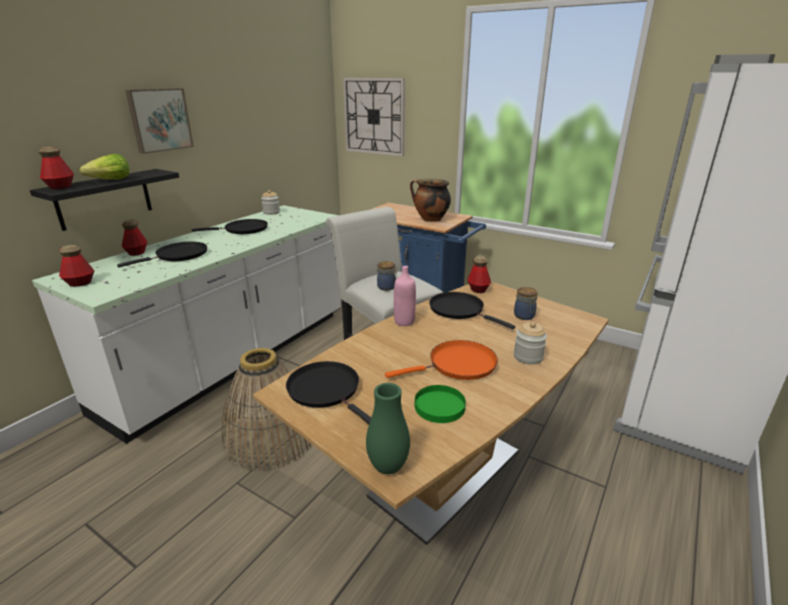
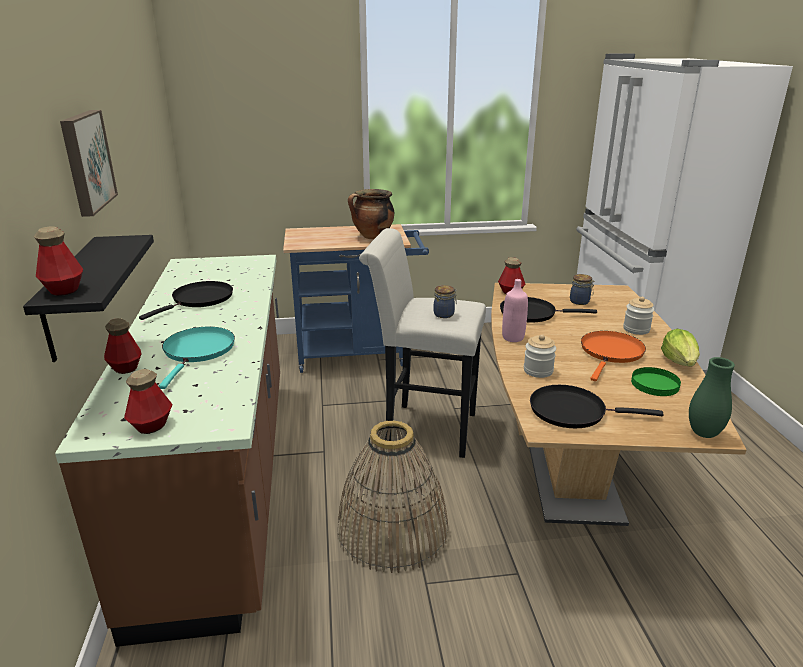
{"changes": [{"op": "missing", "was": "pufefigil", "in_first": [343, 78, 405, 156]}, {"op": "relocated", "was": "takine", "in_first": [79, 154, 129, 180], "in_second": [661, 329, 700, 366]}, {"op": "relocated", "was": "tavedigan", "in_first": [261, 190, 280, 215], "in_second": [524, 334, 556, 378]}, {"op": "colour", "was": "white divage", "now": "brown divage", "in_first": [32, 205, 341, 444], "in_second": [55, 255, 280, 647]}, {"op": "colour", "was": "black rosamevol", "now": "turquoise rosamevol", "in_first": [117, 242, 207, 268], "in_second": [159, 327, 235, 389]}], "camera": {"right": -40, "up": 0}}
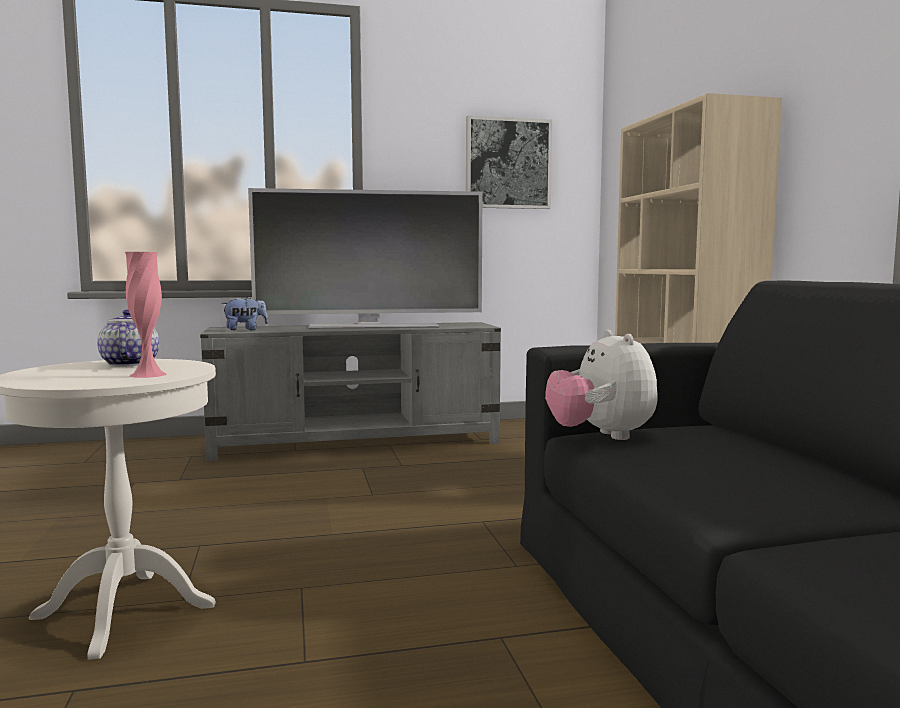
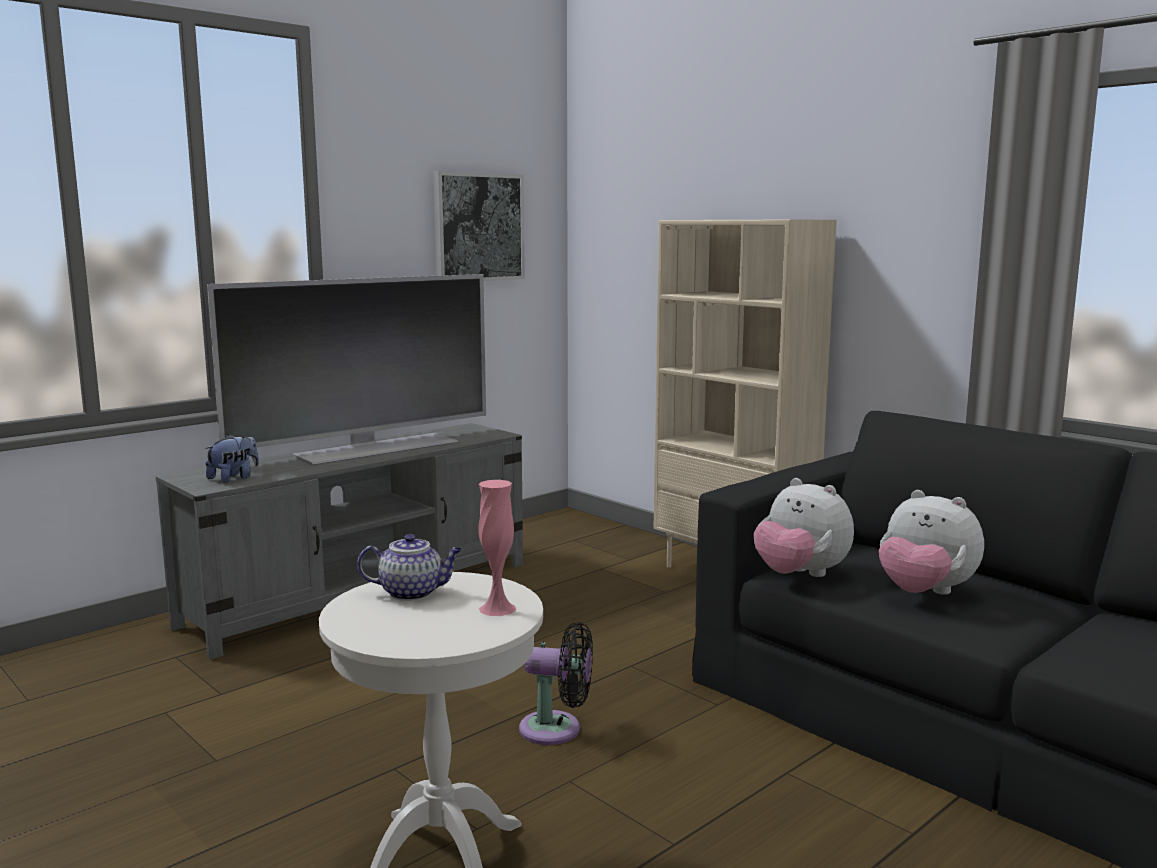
{"changes": [{"op": "appeared", "now": "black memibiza", "in_second": [519, 622, 593, 745]}, {"op": "appeared", "now": "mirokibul", "in_second": [879, 490, 984, 595]}, {"op": "spun", "was": "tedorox", "in_first": [97, 310, 159, 366], "in_second": [357, 534, 463, 601], "clockwise": 135}], "camera": {"right": -30, "up": 5}}
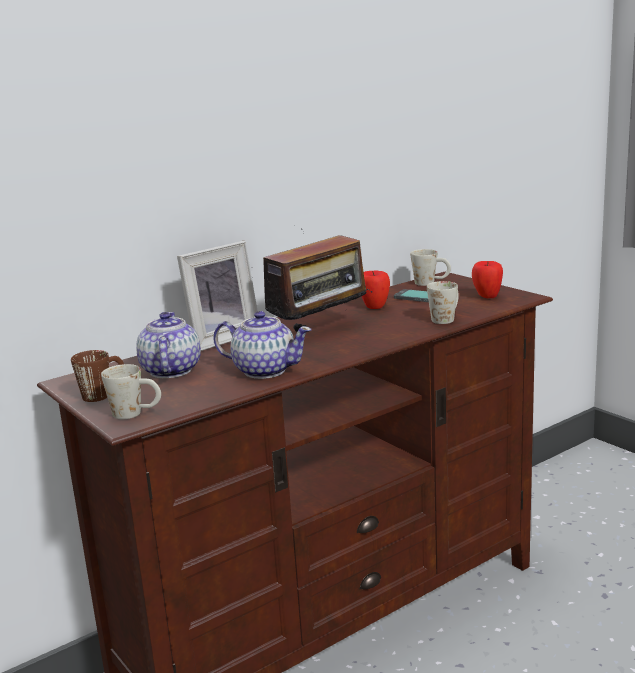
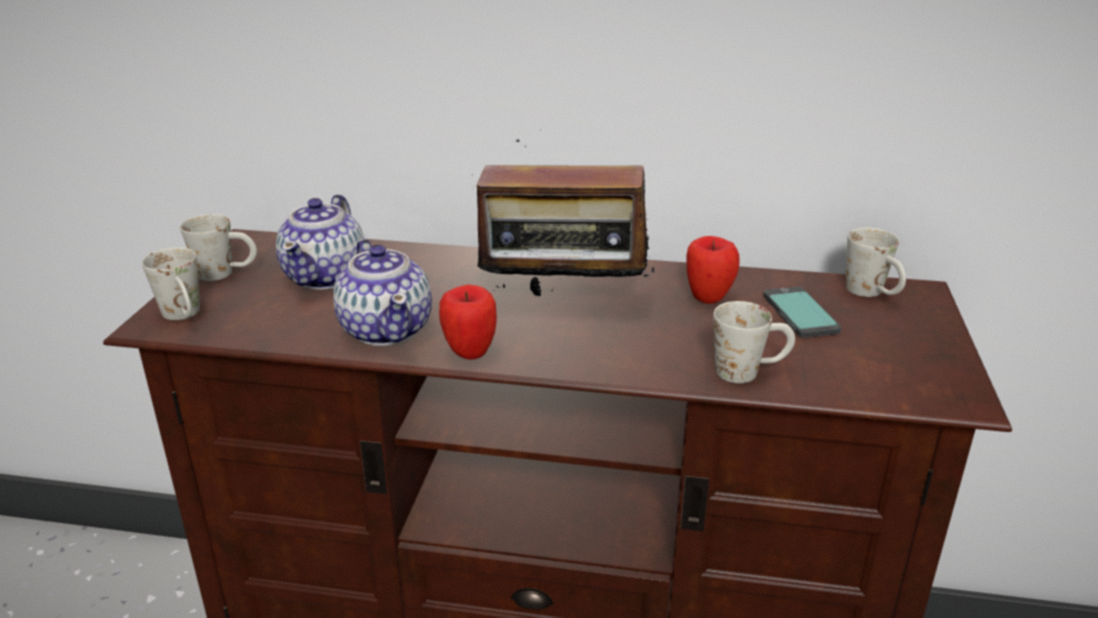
{"changes": [{"op": "missing", "was": "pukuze", "in_first": [177, 241, 258, 351]}, {"op": "relocated", "was": "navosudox", "in_first": [472, 261, 503, 298], "in_second": [439, 285, 497, 360]}, {"op": "colour", "was": "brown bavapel", "now": "white bavapel", "in_first": [71, 350, 124, 402], "in_second": [180, 214, 257, 281]}, {"op": "spun", "was": "tedorox", "in_first": [136, 312, 201, 378], "in_second": [276, 194, 364, 290], "clockwise": 150}], "camera": {"right": 45, "up": 10}}
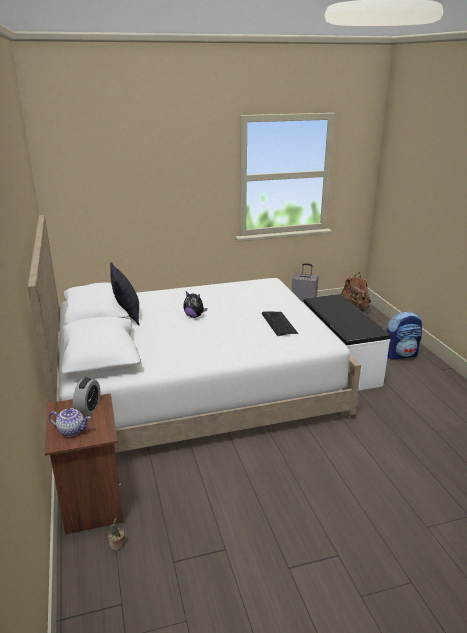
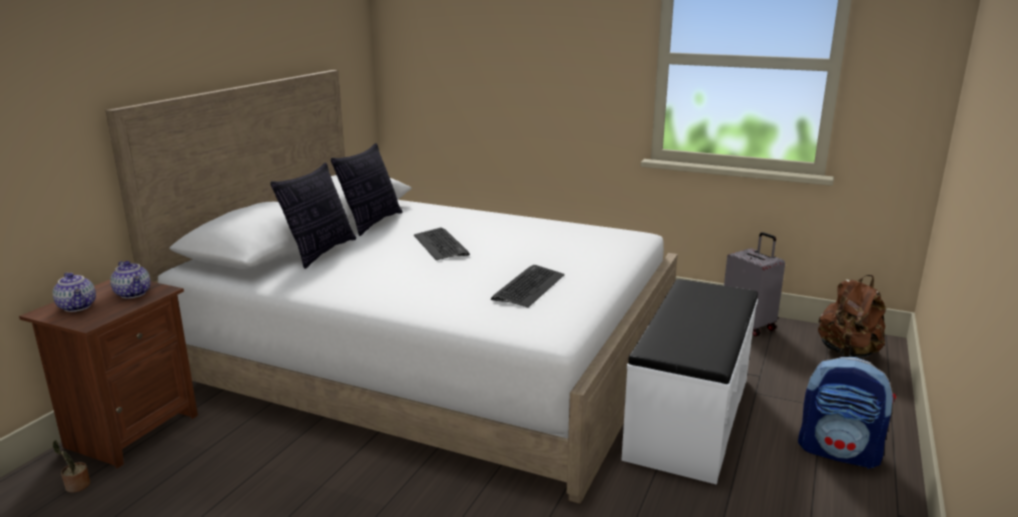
{"changes": [{"op": "appeared", "now": "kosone", "in_second": [270, 163, 356, 269]}, {"op": "exchanged", "was": "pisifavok", "now": "tedorox", "in_first": [73, 378, 100, 416], "in_second": [110, 261, 151, 299]}, {"op": "exchanged", "was": "mirokibul", "now": "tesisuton", "in_first": [183, 292, 207, 318], "in_second": [414, 228, 470, 260]}], "camera": {"right": 40, "up": -5}}
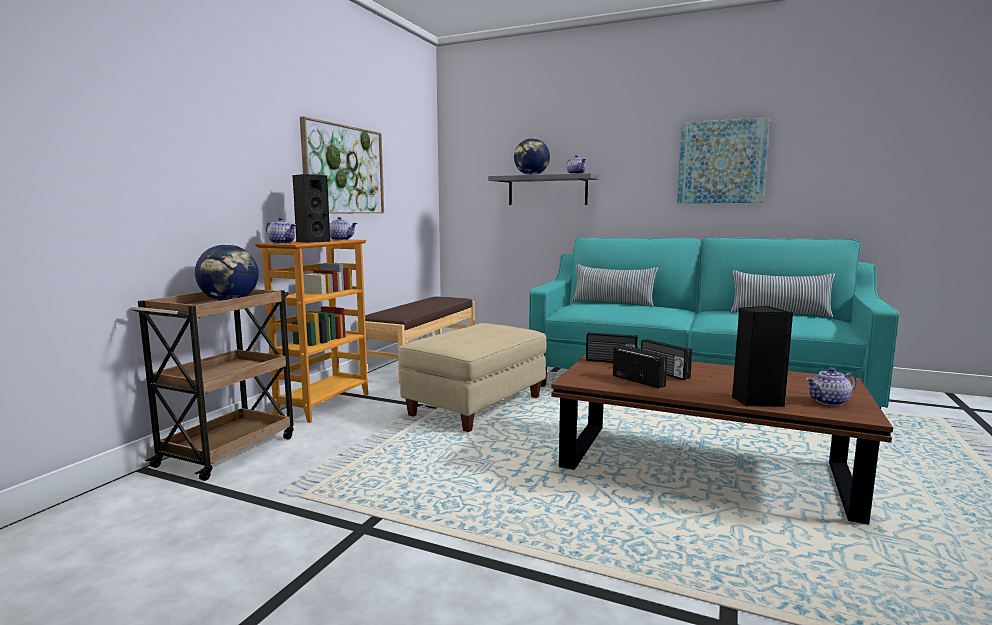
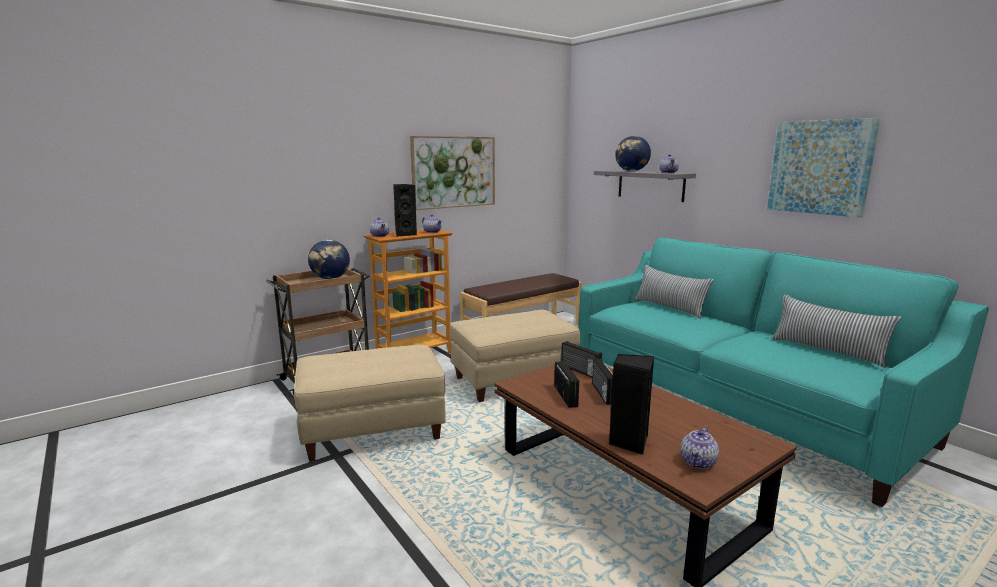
{"changes": [{"op": "appeared", "now": "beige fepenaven", "in_second": [294, 345, 446, 462]}, {"op": "spun", "was": "tedorox", "in_first": [806, 368, 856, 406], "in_second": [681, 426, 719, 469], "clockwise": -75}], "camera": {"right": 30, "up": 5}}
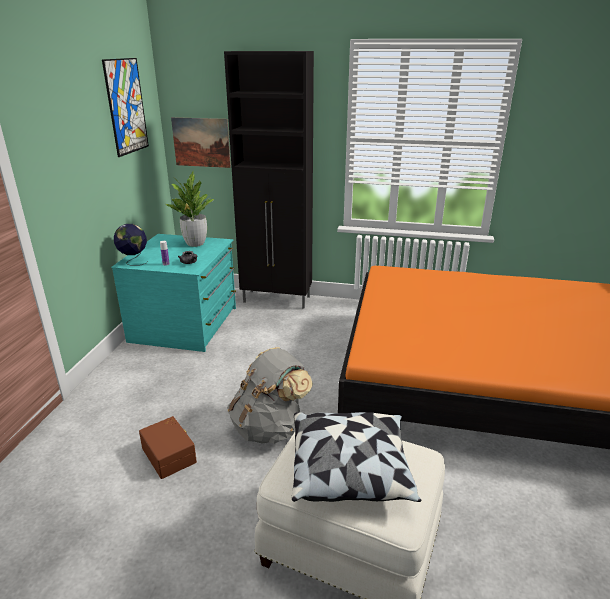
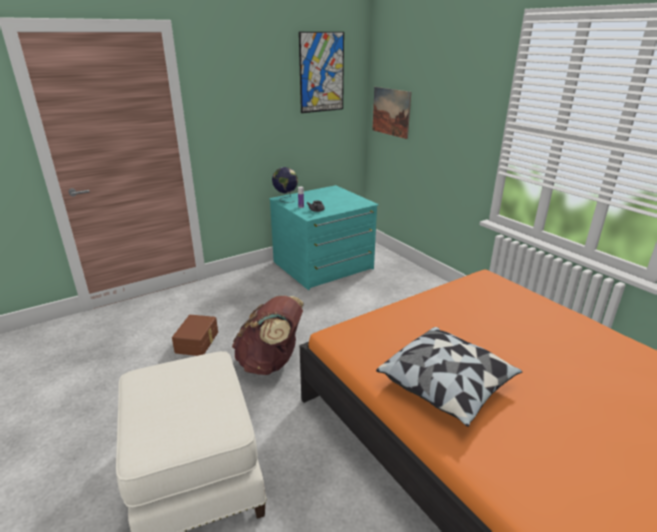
{"changes": [{"op": "missing", "was": "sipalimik", "in_first": [166, 171, 214, 247]}, {"op": "missing", "was": "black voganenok", "in_first": [224, 51, 314, 309]}, {"op": "relocated", "was": "kosone", "in_first": [292, 412, 421, 502], "in_second": [376, 327, 522, 427]}, {"op": "colour", "was": "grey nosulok", "now": "brown nosulok", "in_first": [227, 347, 313, 444], "in_second": [232, 295, 304, 375]}], "camera": {"right": 45, "up": 0}}
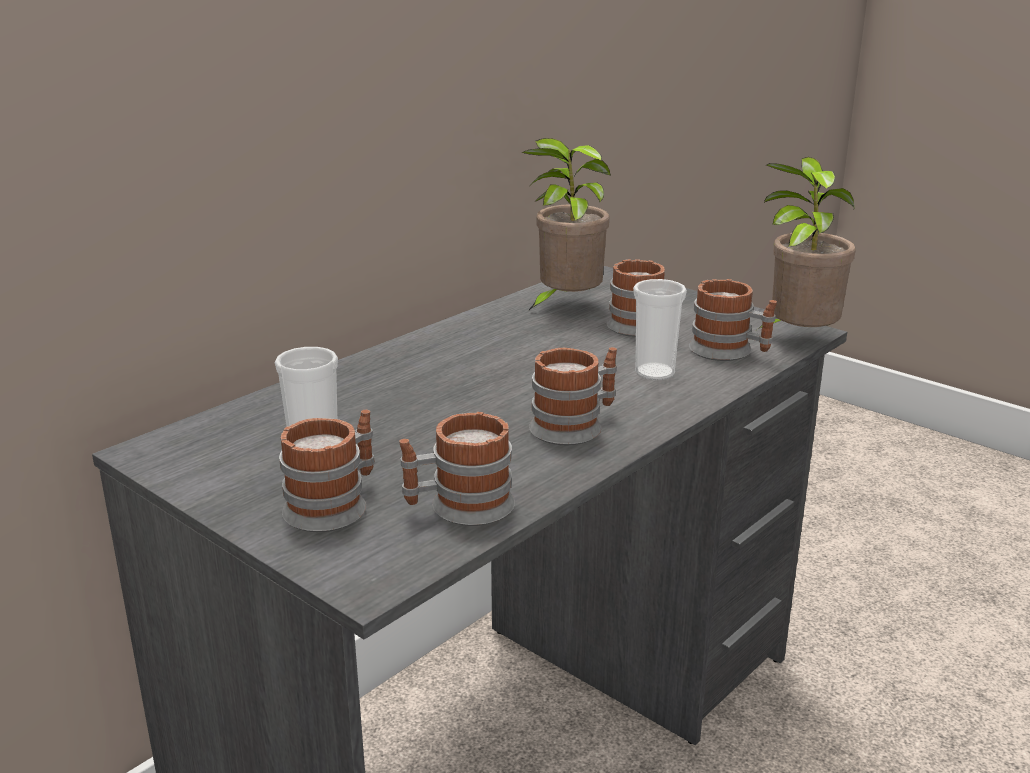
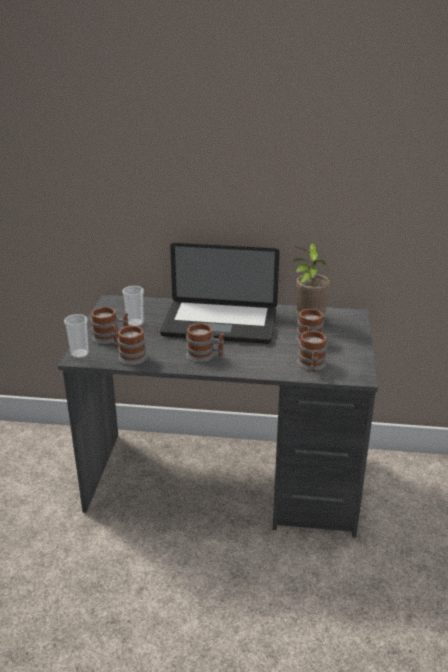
{"changes": [{"op": "missing", "was": "sipalimik", "in_first": [758, 157, 856, 329]}, {"op": "appeared", "now": "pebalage", "in_second": [160, 243, 279, 344]}, {"op": "relocated", "was": "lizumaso", "in_first": [633, 279, 687, 380], "in_second": [64, 314, 89, 359]}], "camera": {"right": 55, "up": 5}}
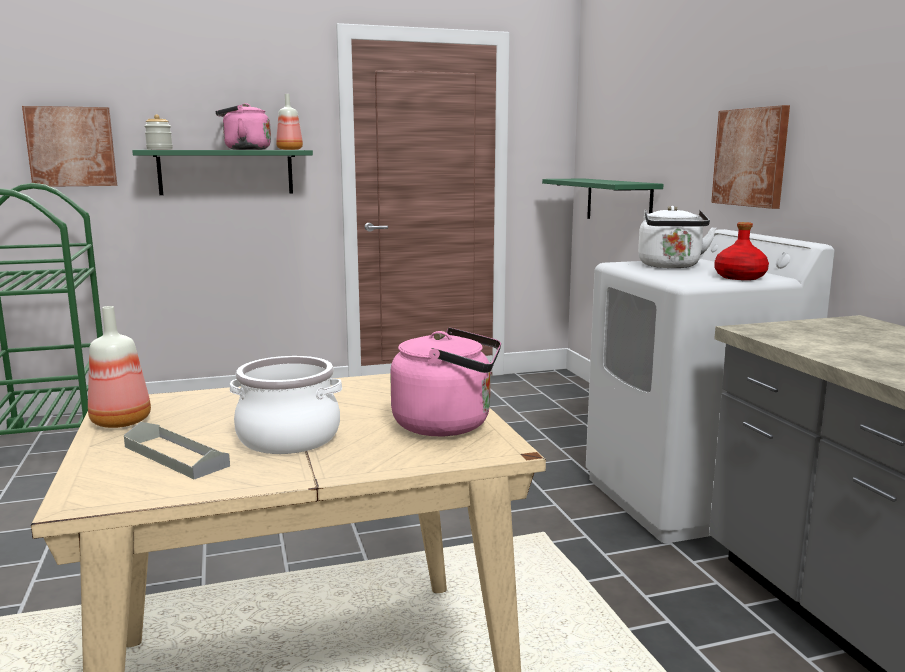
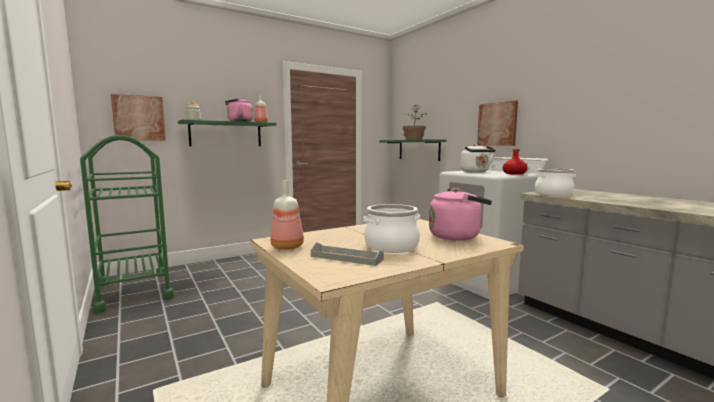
{"changes": [{"op": "appeared", "now": "sipalimik", "in_second": [403, 105, 426, 140]}, {"op": "appeared", "now": "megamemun", "in_second": [535, 168, 576, 196]}], "camera": {"right": -15, "up": -5}}
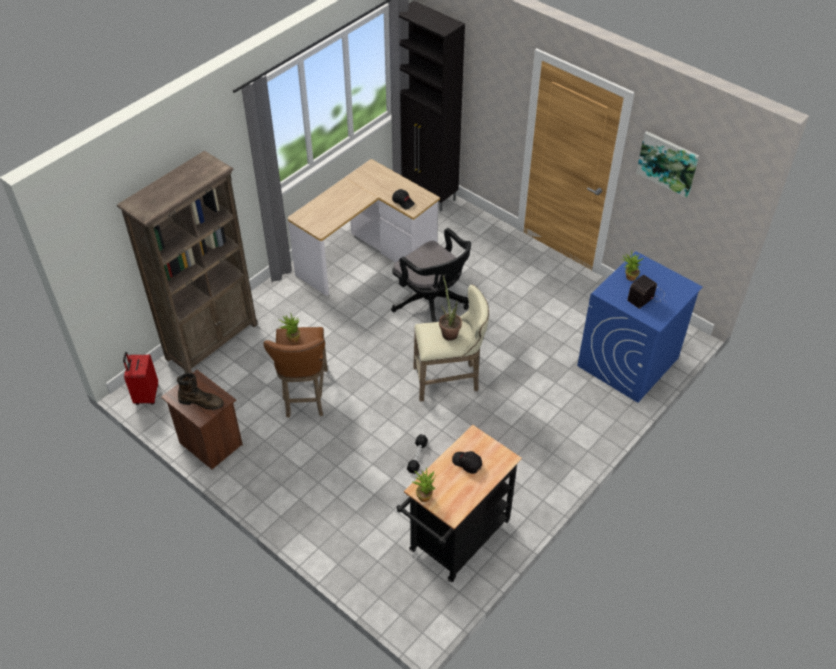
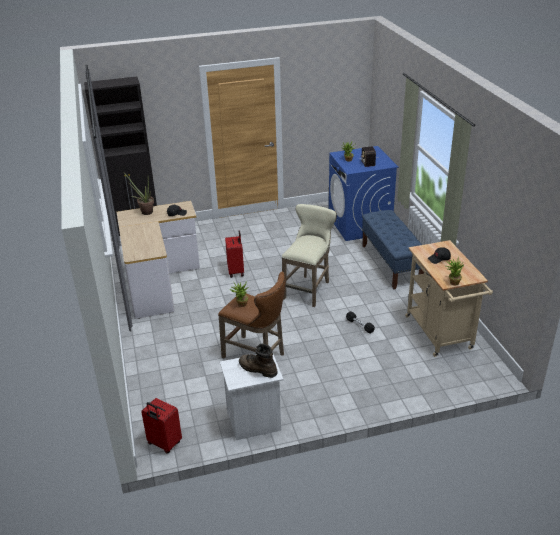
{"changes": [{"op": "missing", "was": "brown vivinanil", "in_first": [117, 151, 258, 373]}, {"op": "missing", "was": "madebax", "in_first": [636, 131, 699, 198]}, {"op": "appeared", "now": "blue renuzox", "in_second": [362, 210, 424, 290]}, {"op": "relocated", "was": "sipalimik", "in_first": [439, 276, 462, 341], "in_second": [123, 172, 154, 215]}, {"op": "exchanged", "was": "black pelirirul", "now": "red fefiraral", "in_first": [391, 228, 471, 322], "in_second": [225, 231, 244, 278]}, {"op": "colour", "was": "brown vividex", "now": "white vividex", "in_first": [161, 370, 243, 469], "in_second": [220, 352, 283, 440]}, {"op": "colour", "was": "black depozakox", "now": "beige depozakox", "in_first": [396, 425, 522, 582], "in_second": [405, 240, 493, 357]}, {"op": "spun", "was": "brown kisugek", "in_first": [177, 373, 224, 410], "in_second": [239, 343, 278, 378], "clockwise": -105}], "camera": {"right": -55, "up": -15}}
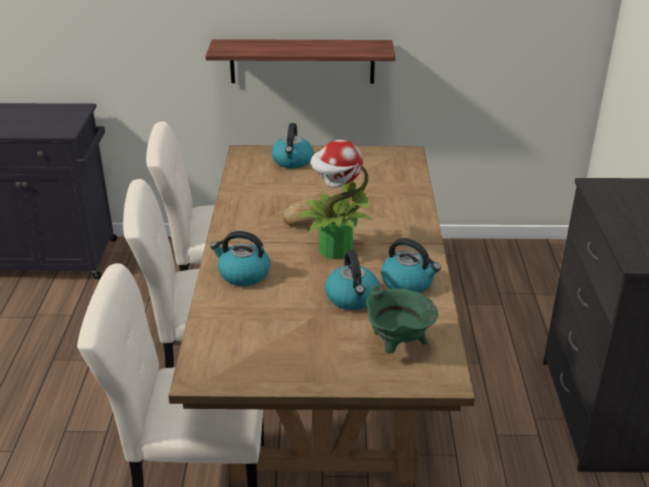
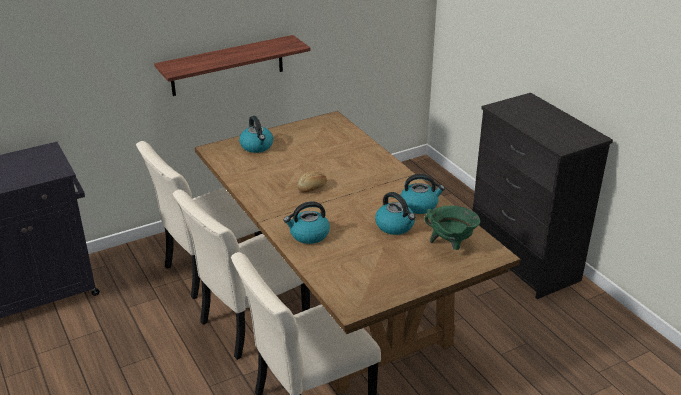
{"changes": [{"op": "missing", "was": "sipalimik", "in_first": [298, 140, 373, 259]}], "camera": {"right": -30, "up": 0}}
